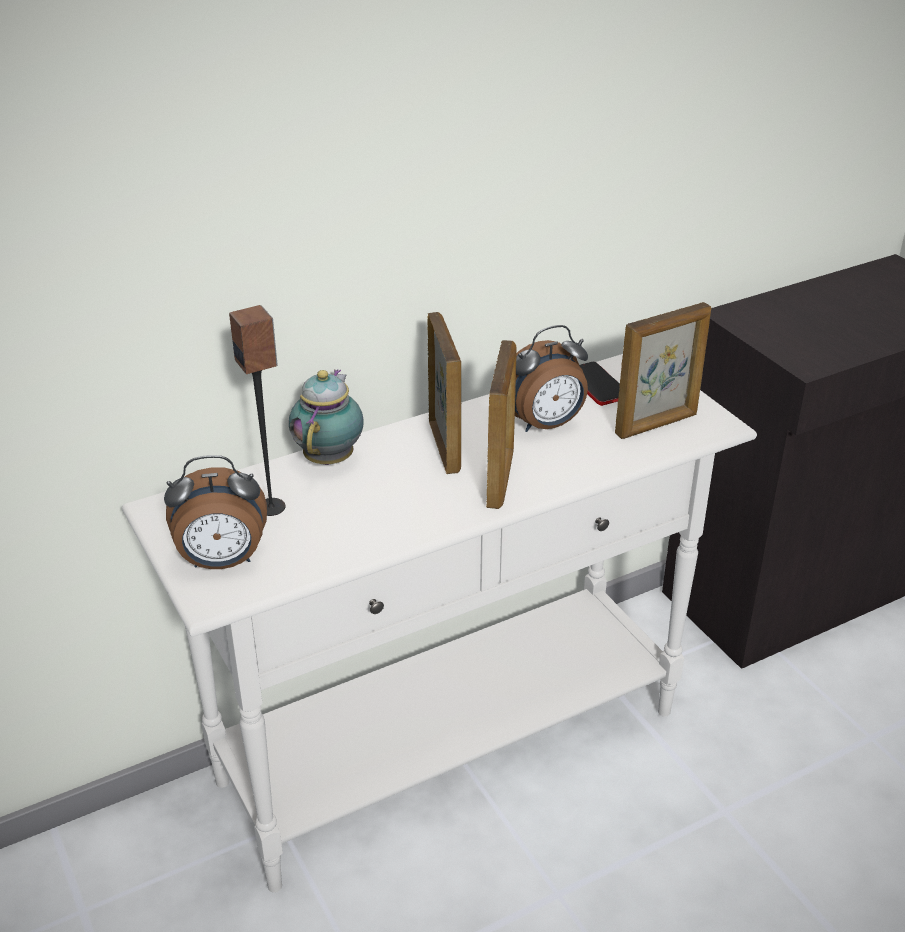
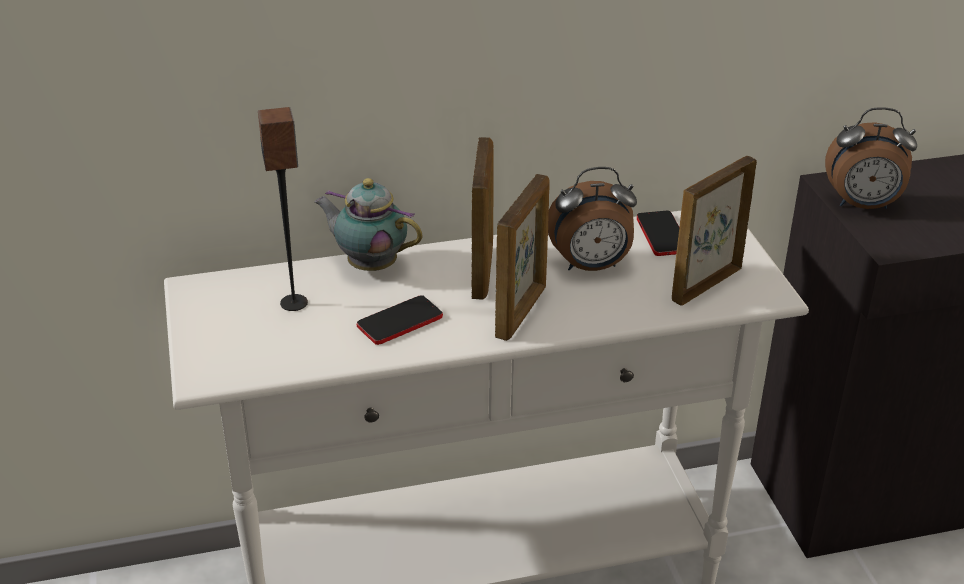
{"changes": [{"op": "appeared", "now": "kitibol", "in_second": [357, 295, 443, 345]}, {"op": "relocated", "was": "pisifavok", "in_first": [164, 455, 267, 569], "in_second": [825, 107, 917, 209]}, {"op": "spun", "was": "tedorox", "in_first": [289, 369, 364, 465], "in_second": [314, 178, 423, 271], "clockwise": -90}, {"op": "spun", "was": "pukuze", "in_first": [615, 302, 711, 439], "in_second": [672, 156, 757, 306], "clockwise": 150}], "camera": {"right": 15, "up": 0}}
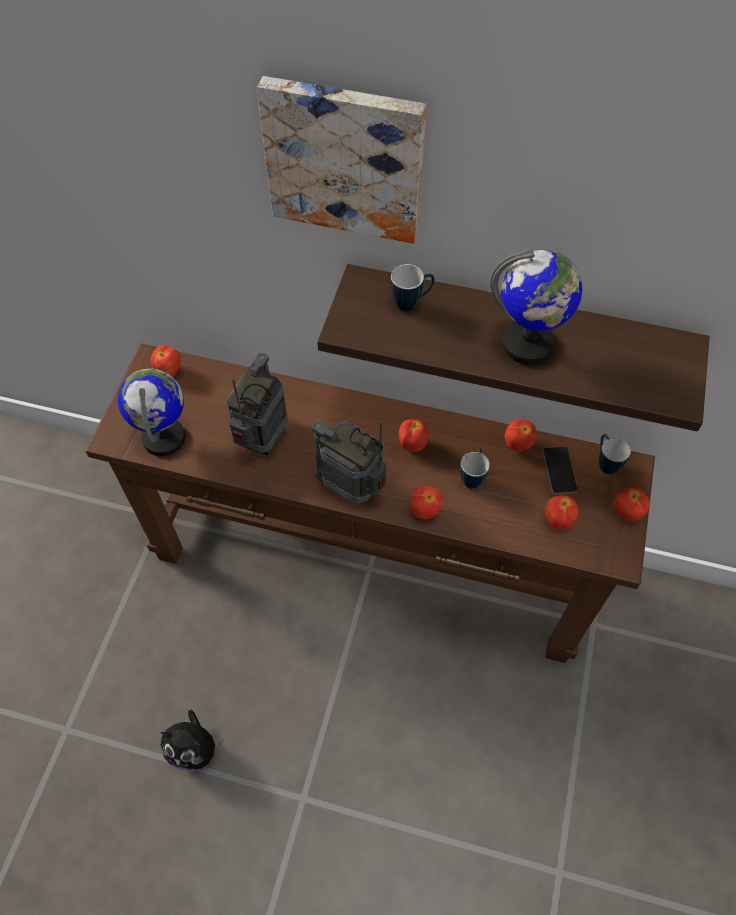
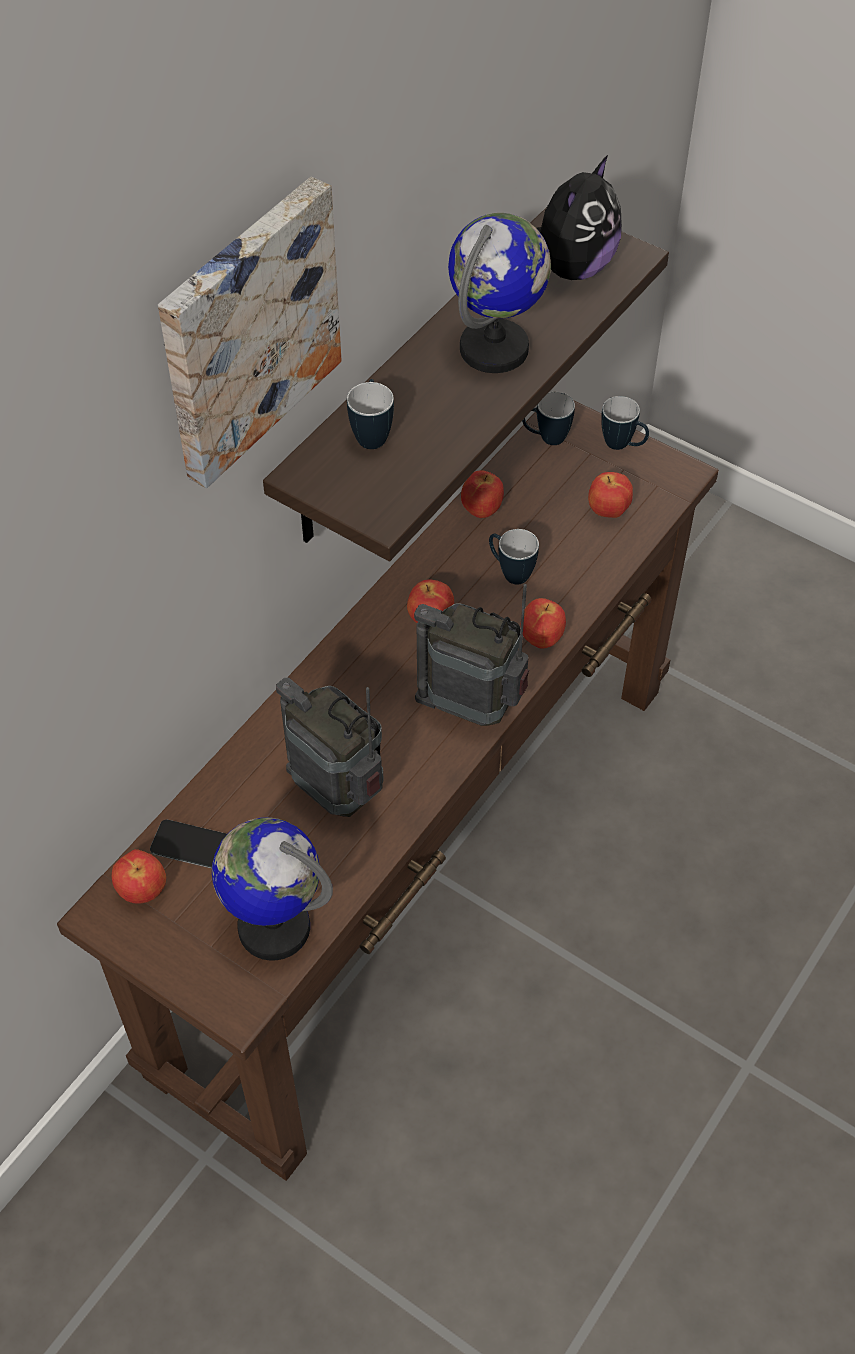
{"changes": [{"op": "relocated", "was": "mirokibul", "in_first": [161, 709, 224, 771], "in_second": [536, 155, 622, 280]}, {"op": "relocated", "was": "kitibol", "in_first": [543, 447, 577, 494], "in_second": [150, 820, 227, 869]}, {"op": "exchanged", "was": "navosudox", "now": "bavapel", "in_first": [614, 487, 650, 522], "in_second": [601, 396, 649, 450]}, {"op": "spun", "was": "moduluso", "in_first": [311, 420, 386, 504], "in_second": [414, 584, 529, 726], "clockwise": 60}], "camera": {"right": -70, "up": -5}}
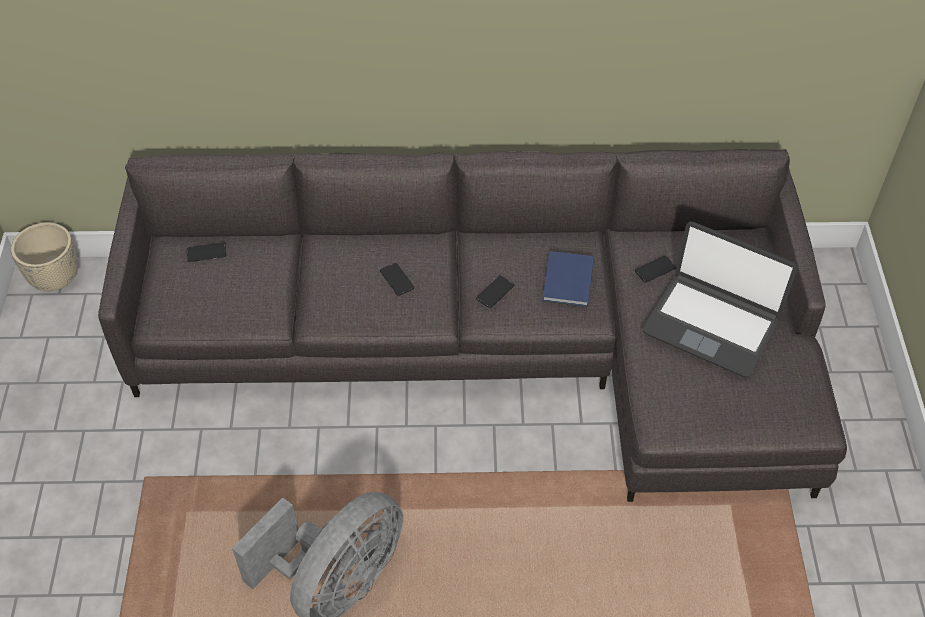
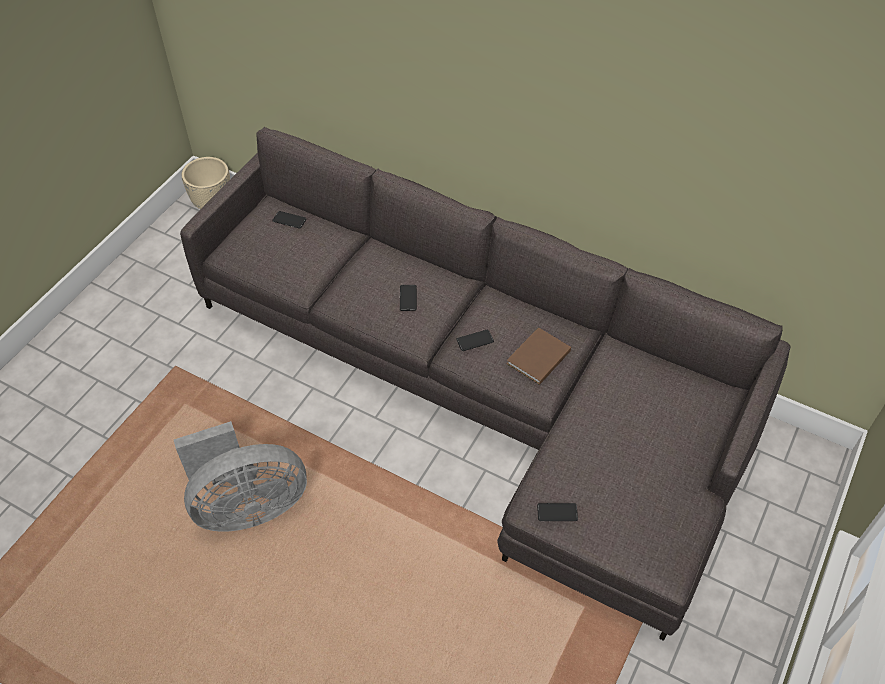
{"changes": [{"op": "missing", "was": "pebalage", "in_first": [643, 222, 797, 378]}, {"op": "relocated", "was": "kitibol", "in_first": [635, 256, 676, 283], "in_second": [537, 503, 578, 521]}, {"op": "colour", "was": "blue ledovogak", "now": "brown ledovogak", "in_first": [542, 251, 594, 307], "in_second": [507, 327, 571, 385]}], "camera": {"right": 30, "up": 0}}
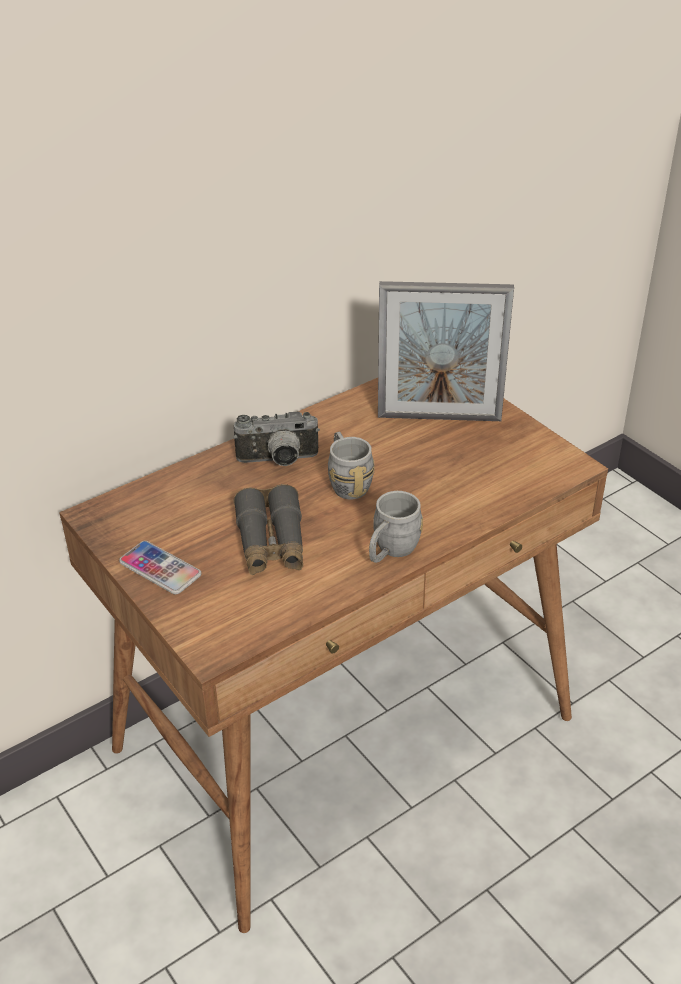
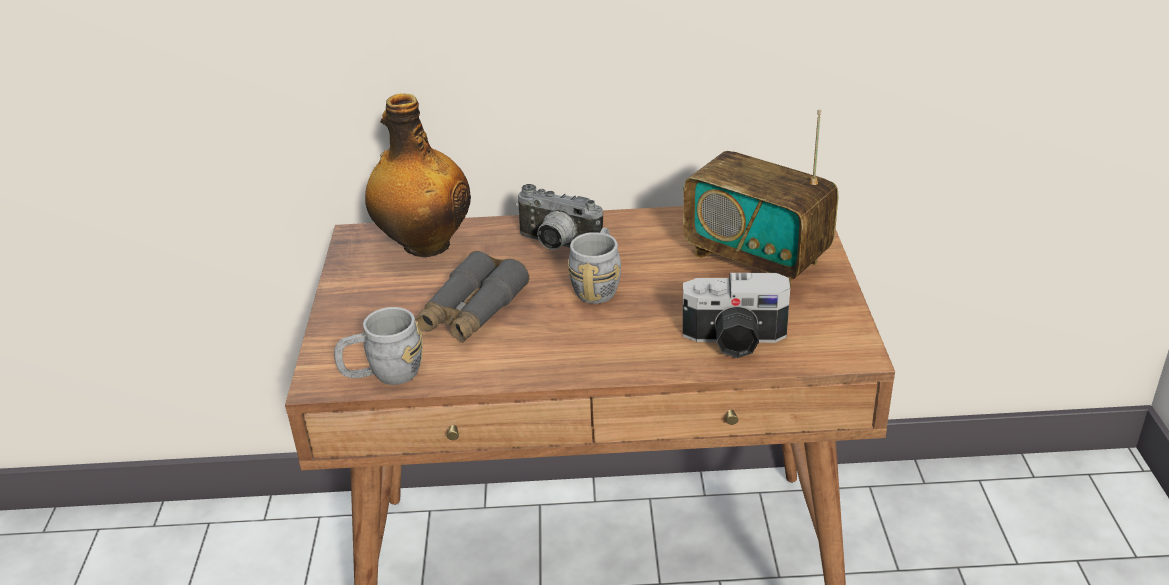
{"changes": [{"op": "missing", "was": "kitibol", "in_first": [119, 541, 201, 594]}, {"op": "appeared", "now": "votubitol", "in_second": [365, 93, 471, 257]}, {"op": "appeared", "now": "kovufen", "in_second": [683, 273, 790, 358]}, {"op": "relocated", "was": "grey bavapel", "in_first": [369, 491, 423, 563], "in_second": [334, 307, 423, 385]}, {"op": "exchanged", "was": "pukuze", "now": "moduluso", "in_first": [378, 281, 514, 421], "in_second": [683, 109, 838, 288]}], "camera": {"right": 35, "up": -5}}
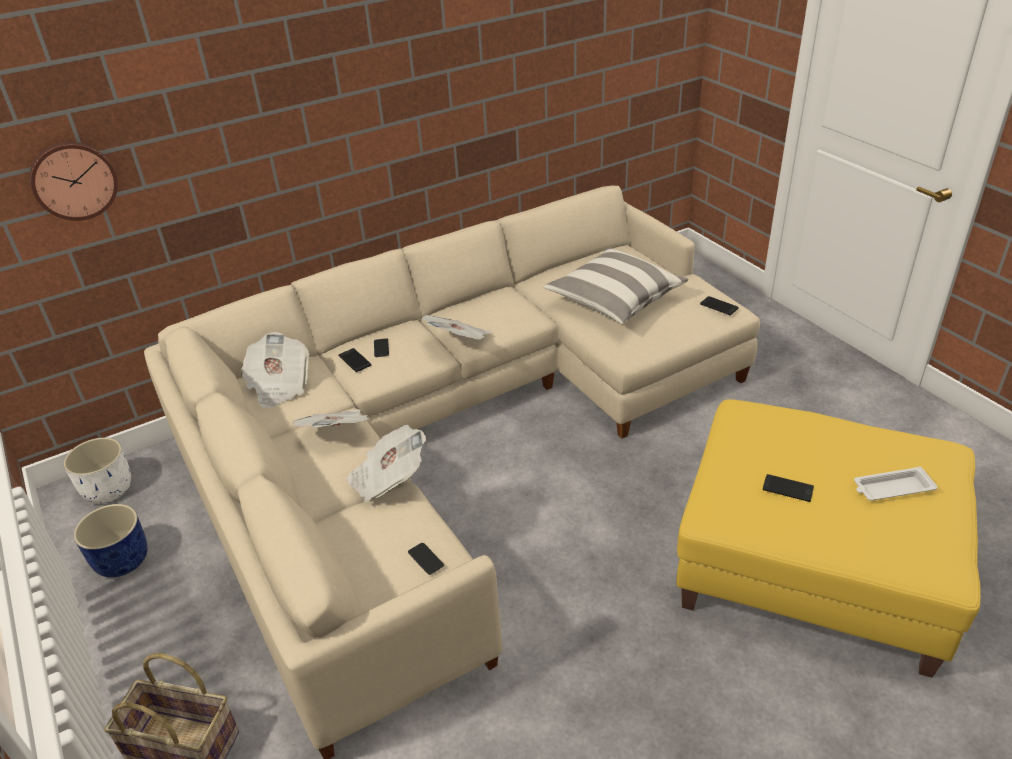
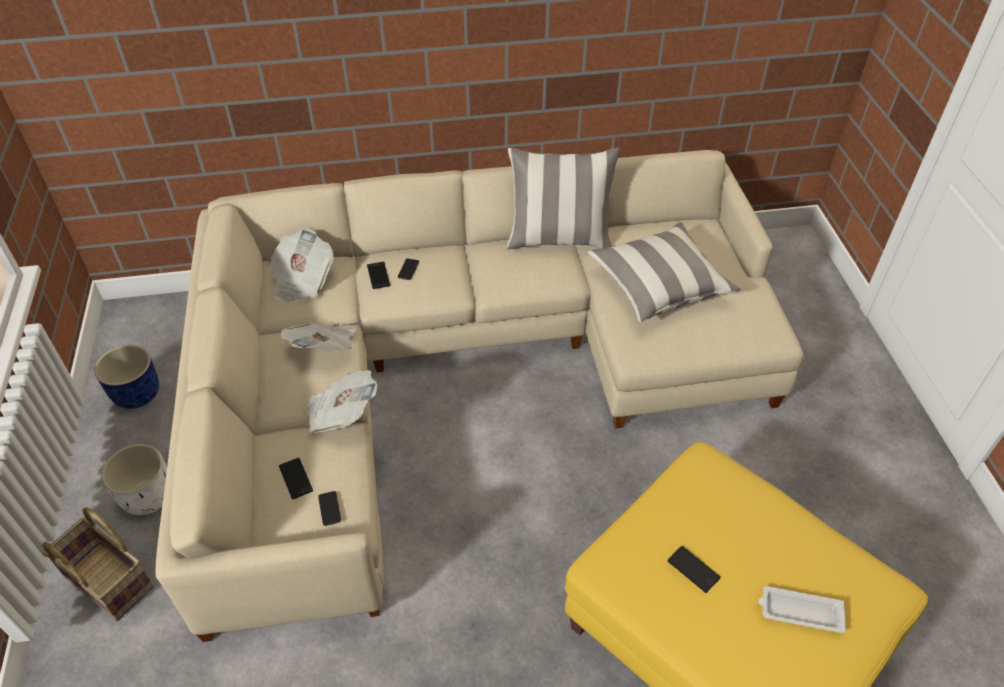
{"changes": [{"op": "missing", "was": "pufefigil", "in_first": [29, 142, 118, 221]}, {"op": "missing", "was": "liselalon", "in_first": [422, 315, 491, 340]}, {"op": "appeared", "now": "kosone", "in_second": [507, 147, 620, 249]}, {"op": "relocated", "was": "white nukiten", "in_first": [63, 438, 131, 504], "in_second": [101, 444, 167, 515]}, {"op": "relocated", "was": "kitibol", "in_first": [700, 296, 739, 315], "in_second": [279, 458, 313, 499]}], "camera": {"right": 20, "up": 10}}
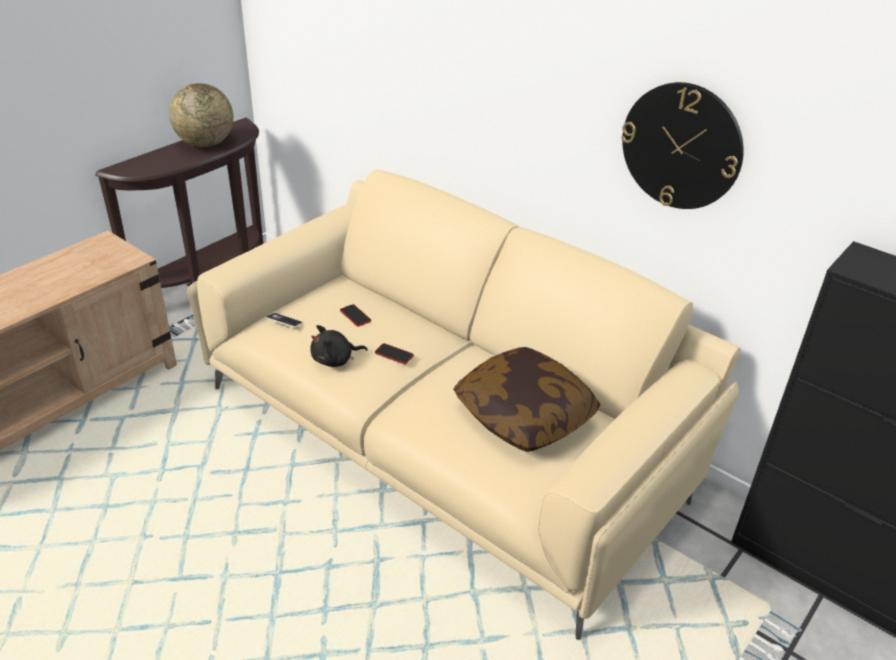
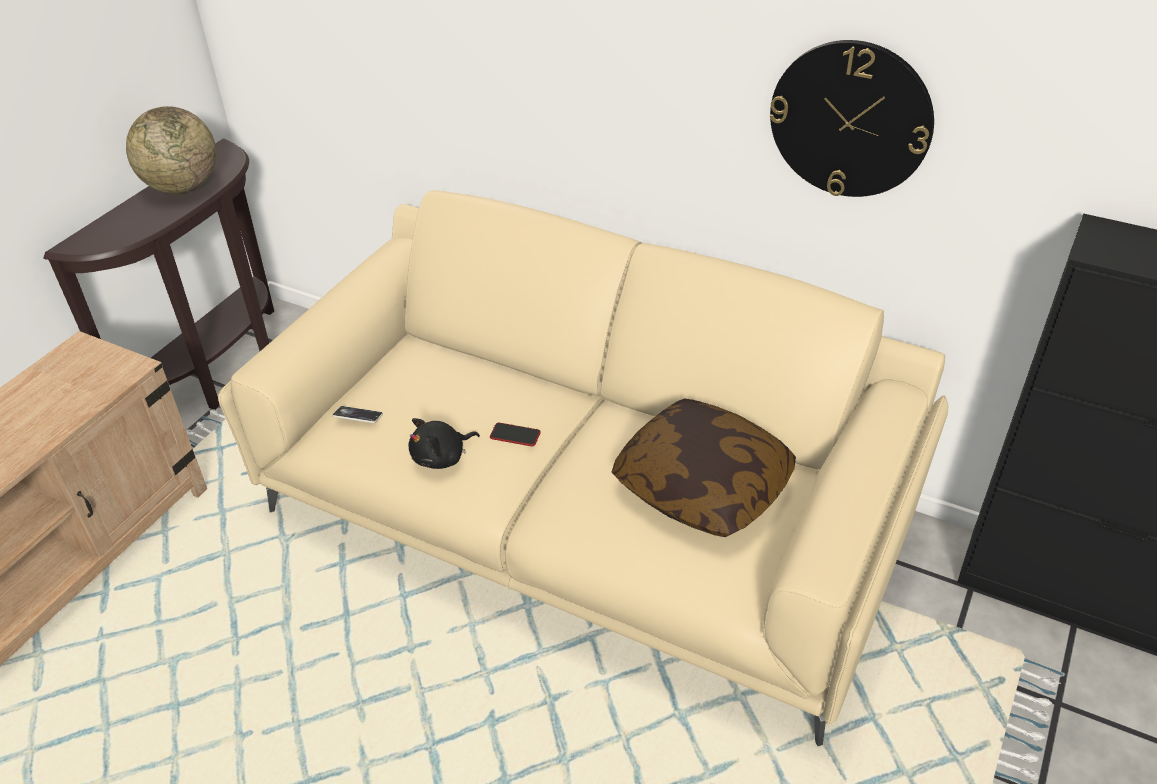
{"changes": [{"op": "missing", "was": "kitibol", "in_first": [340, 304, 371, 326]}], "camera": {"right": -10, "up": 5}}
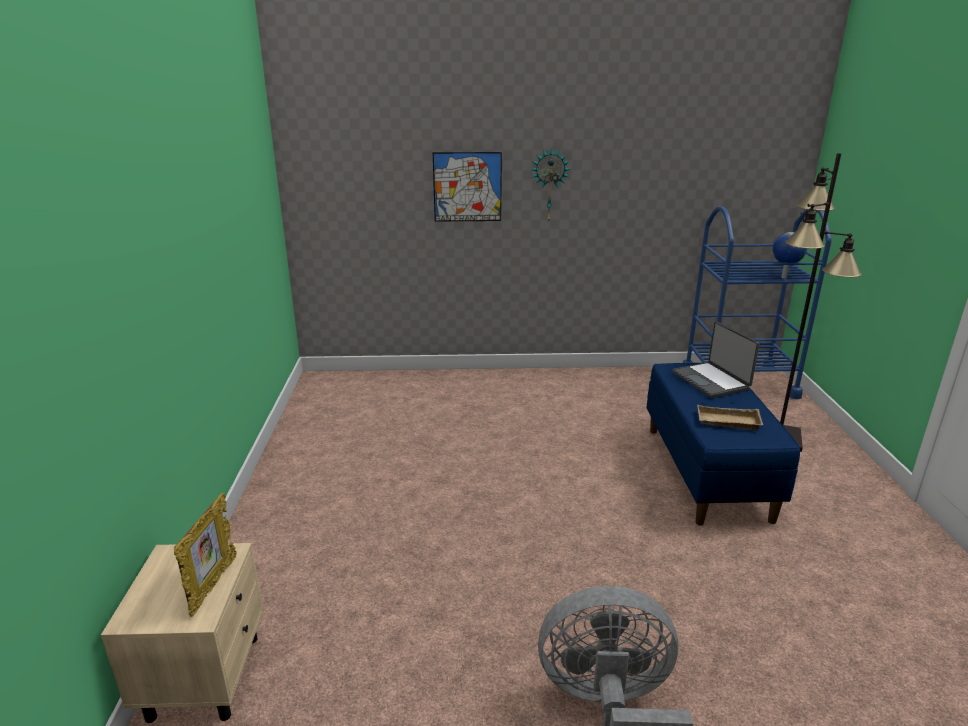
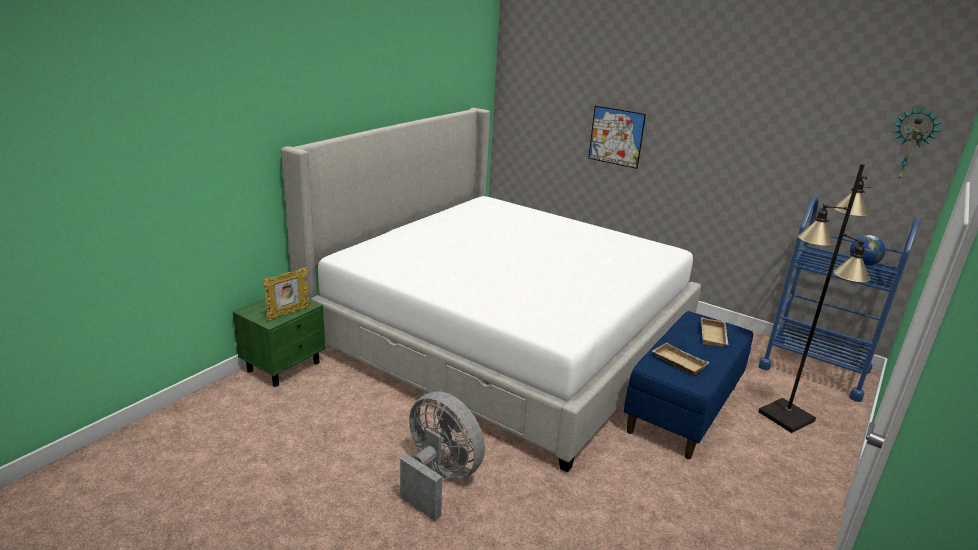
{"changes": [{"op": "appeared", "now": "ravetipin", "in_second": [281, 108, 701, 472]}, {"op": "relocated", "was": "pufefigil", "in_first": [530, 148, 571, 223], "in_second": [893, 106, 941, 180]}, {"op": "exchanged", "was": "pebalage", "now": "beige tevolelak", "in_first": [672, 321, 759, 398], "in_second": [701, 317, 728, 347]}, {"op": "colour", "was": "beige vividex", "now": "green vividex", "in_first": [101, 543, 264, 723], "in_second": [233, 299, 326, 387]}], "camera": {"right": 35, "up": 0}}
